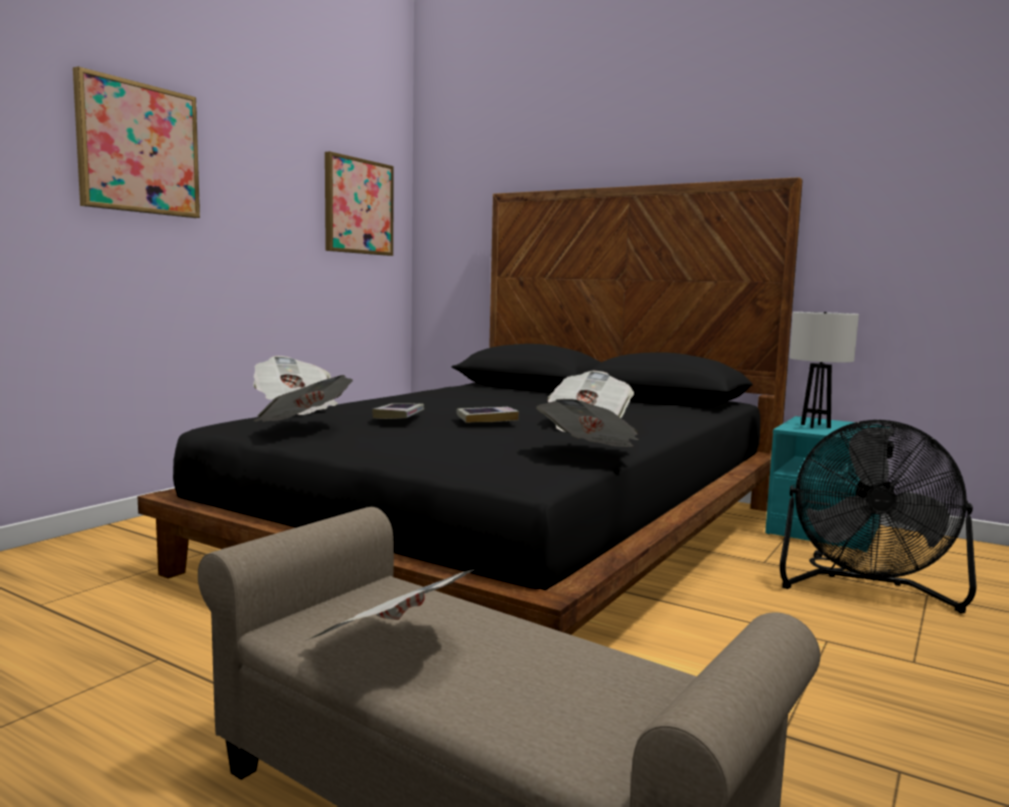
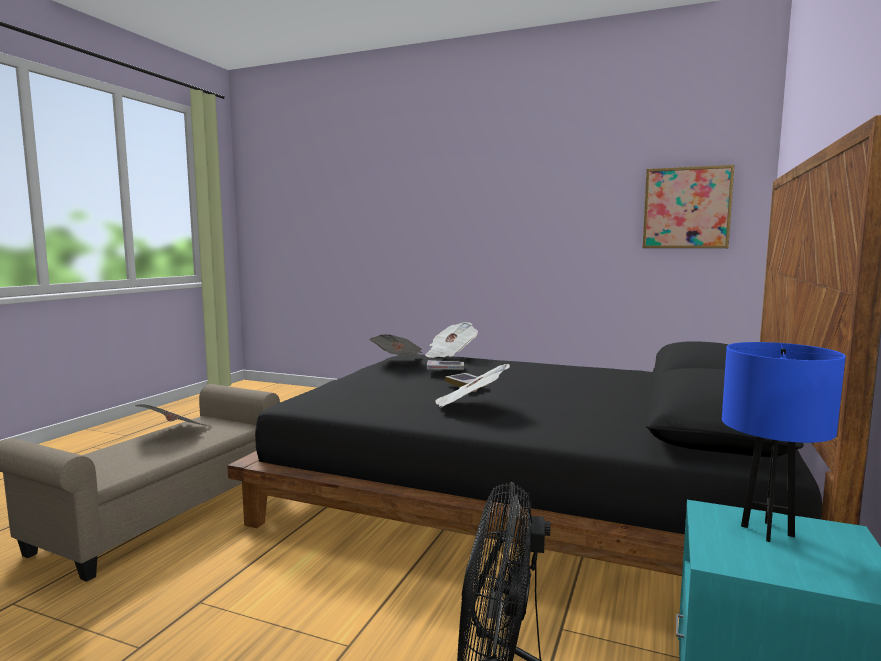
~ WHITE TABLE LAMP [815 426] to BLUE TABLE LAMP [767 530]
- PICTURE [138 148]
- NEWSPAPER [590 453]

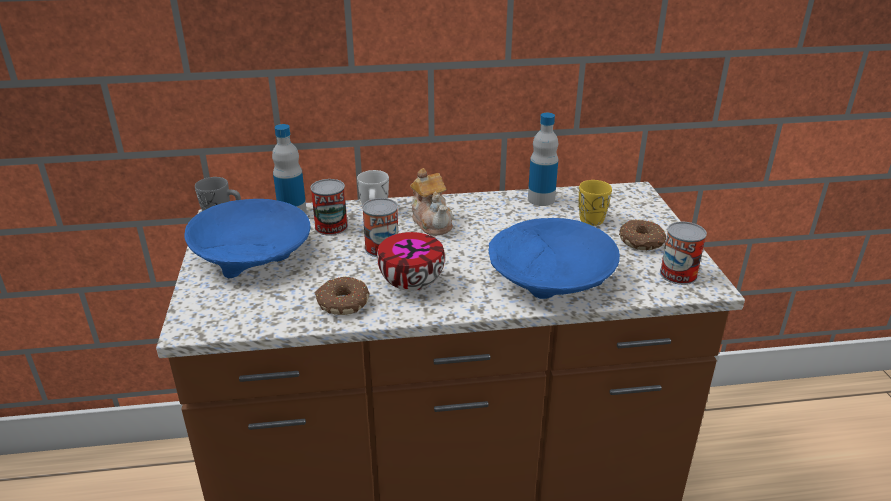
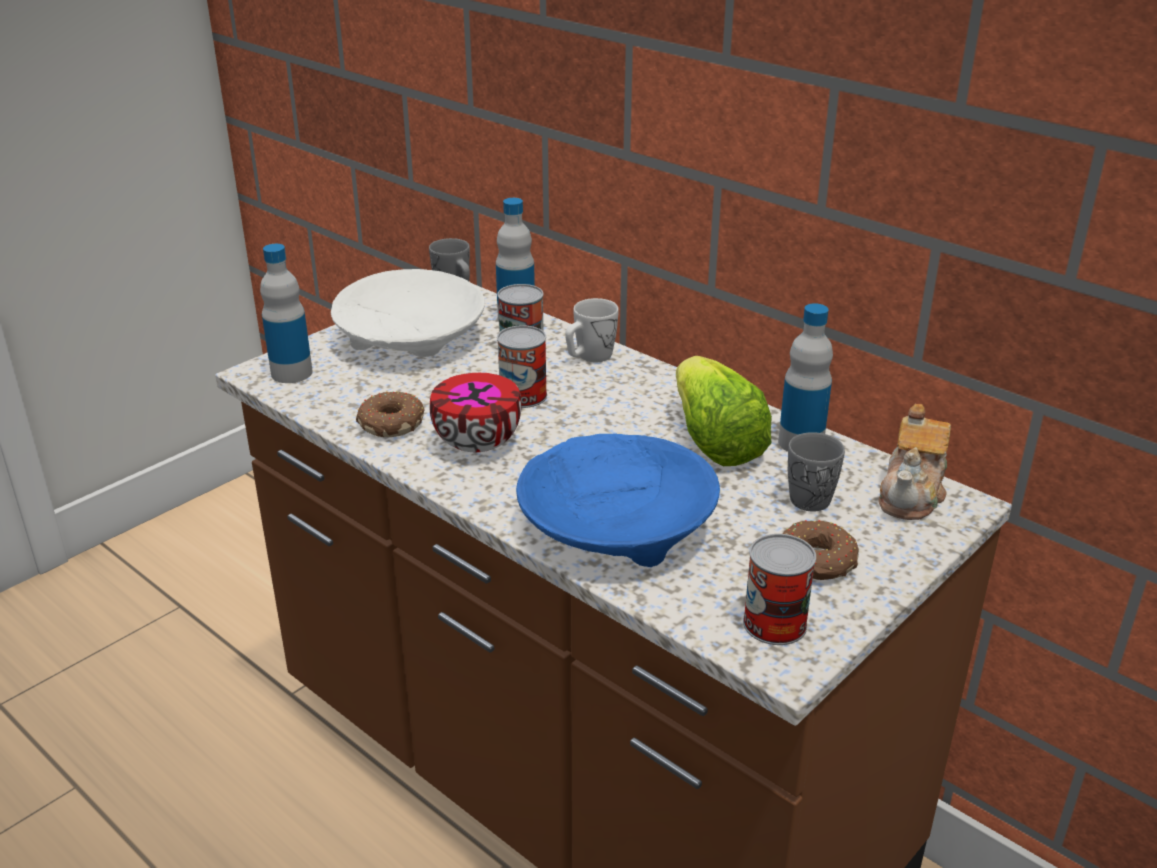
+ BOTTLE [291 373]
~ BLUE BOWL [252 254] to WHITE BOWL [412 338]
+ LETTUCE [714 441]
~ YELLOW MUG [589 217] to GREY MUG [814 496]
~ TEAPOT [432 222] to [912 495]

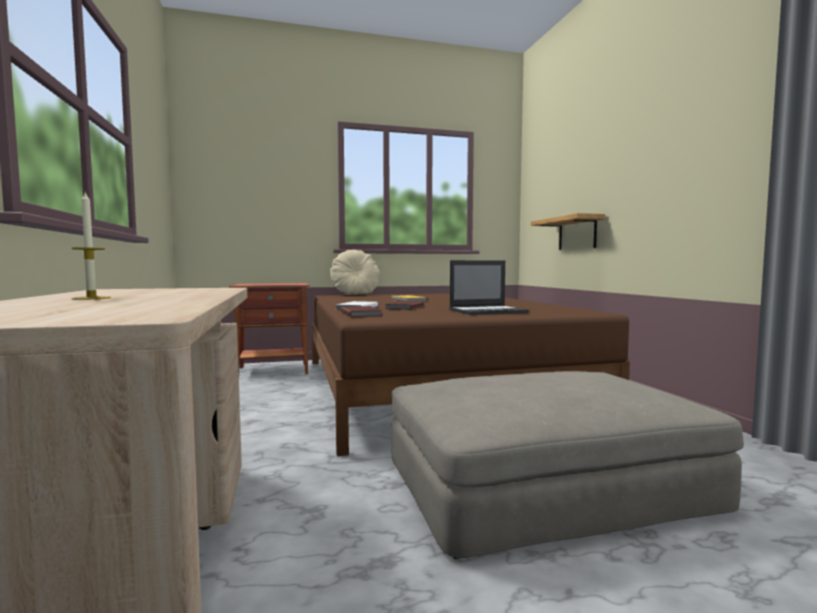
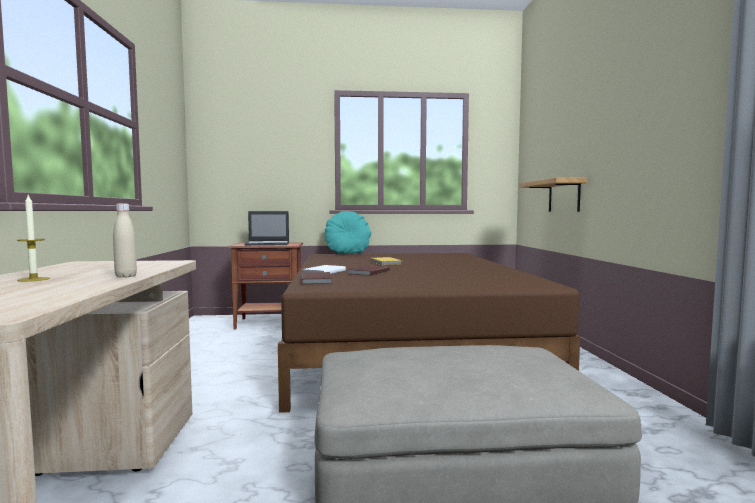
+ BEIGE BOTTLE [126 276]
~ LAPTOP [488 311] to [268 244]
~ BEIGE PILLOW [355 294] to TURQUOISE PILLOW [347 253]

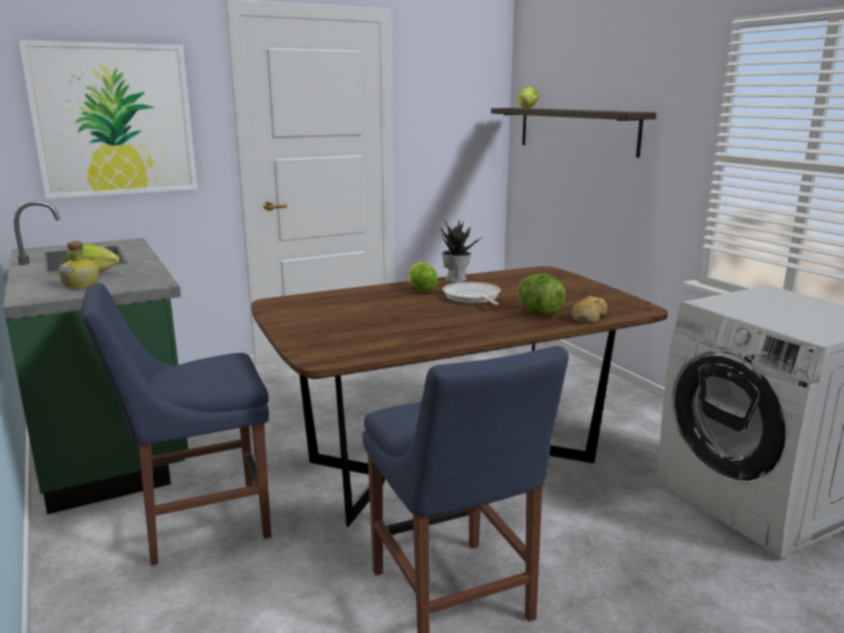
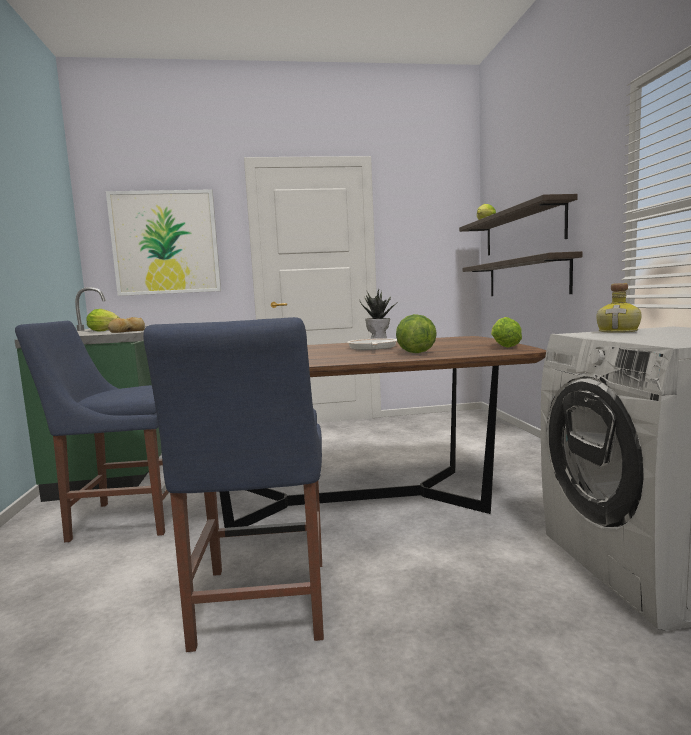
~ BREAD [588 318] to [126 331]
+ SHELF [526 277]
~ LETTUCE [420 289] to [503 346]
~ BOTTLE [82 284] to [619 331]

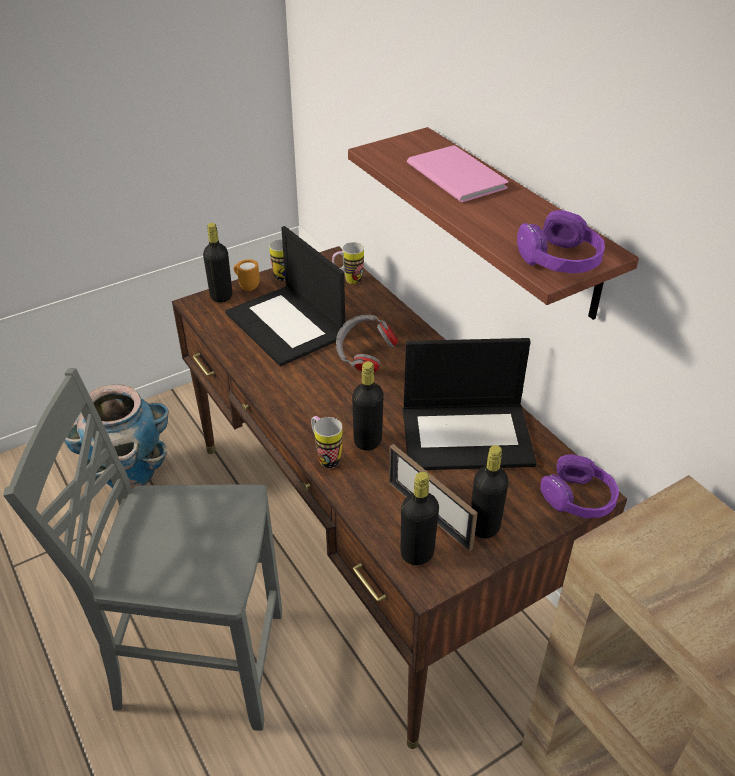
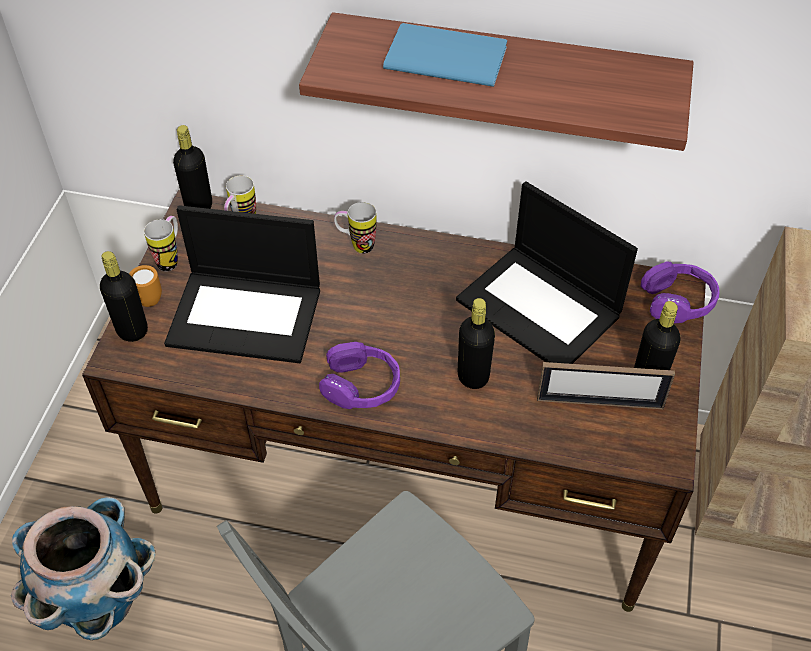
~ BLACK BOTTLE [417 553] to [199 206]
~ PURPLE HEADPHONES [559 260] to [361 385]
~ MUG [325 457] to [356 245]
~ PINK BOOK [457 174] to BLUE BOOK [443 55]
~ LAPTOP [468 435] = [541 308] 90 degrees clockwise
- GREY HEADPHONES [364 358]

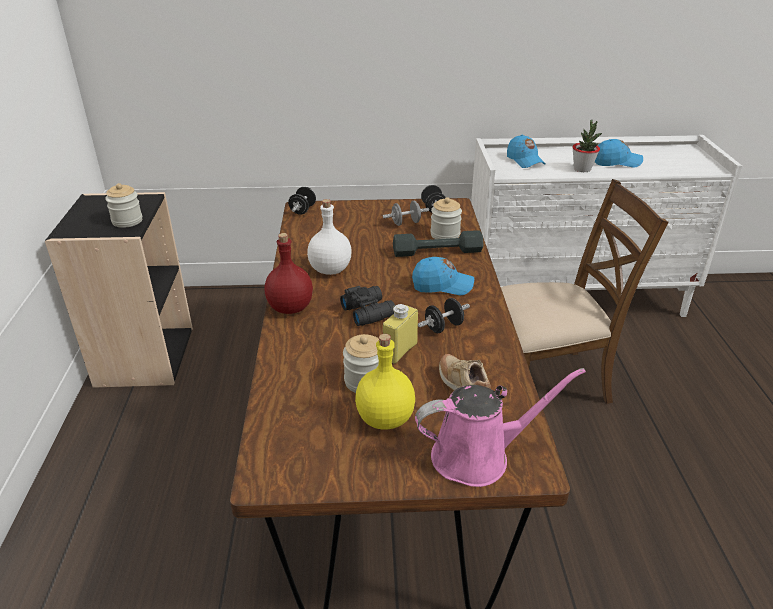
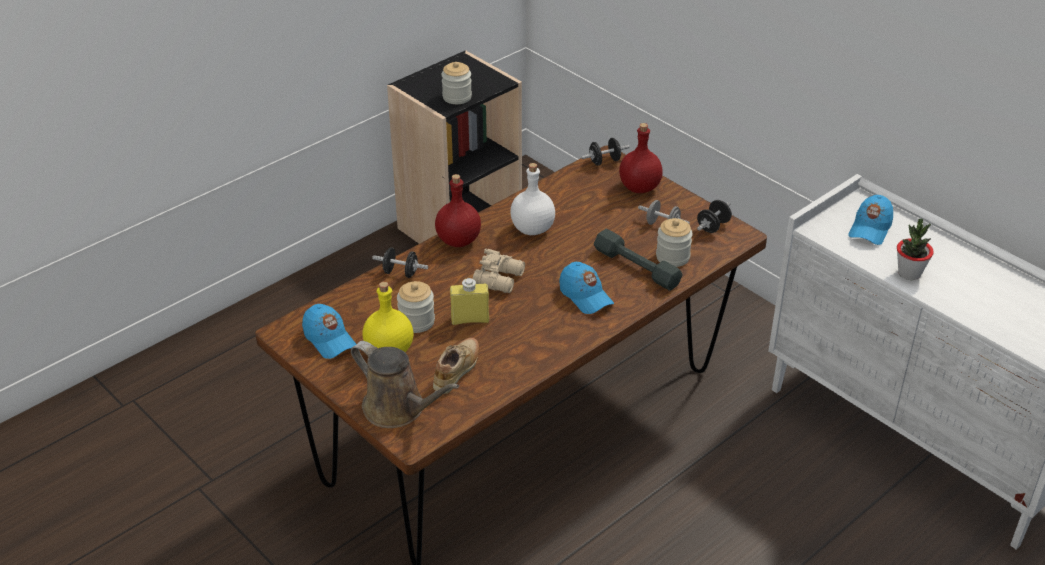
~ BLUE CAP [617 162] to [329 339]
~ PINK WATERING CAN [478 456] to BROWN WATERING CAN [398 409]
~ BLACK DUMBBELL [443 327] to [400 273]
~ BLACK BINOCULARS [368 311] to BEIGE BINOCULARS [500 278]
+ RED BOTTLE [638 187]
- BROWN CHAIR [546 382]

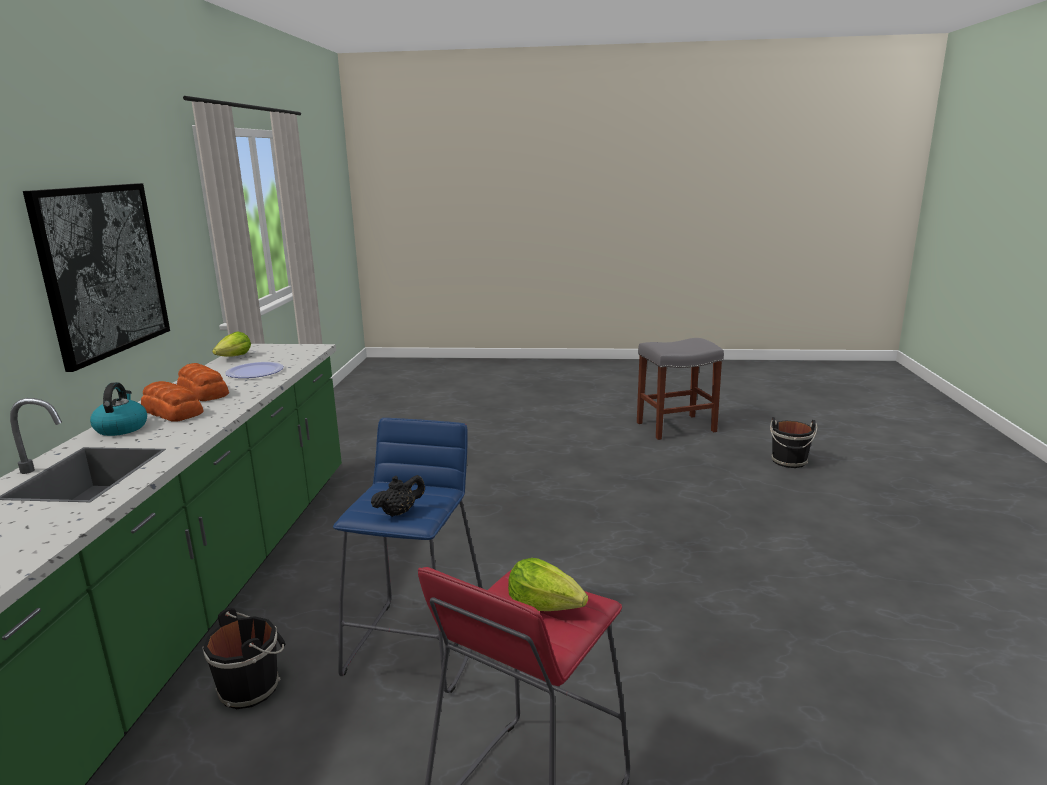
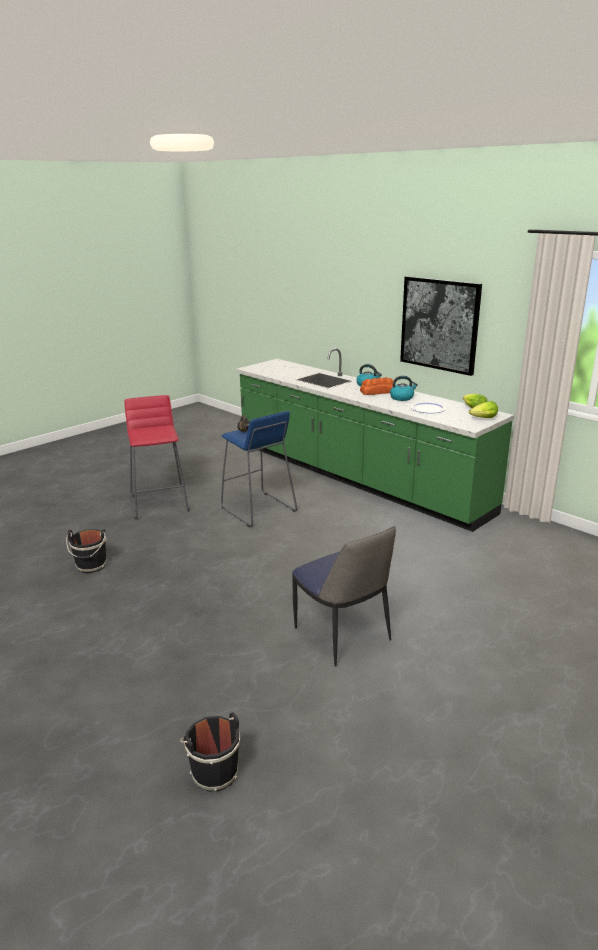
~ BLACK BUCKET [252 687] to [91 566]
+ CHAIR [343 636]
~ BREAD [203 392] to KETTLE [402 398]
~ LETTUCE [545 605] to [484 418]
- GREY STOOL [676 427]

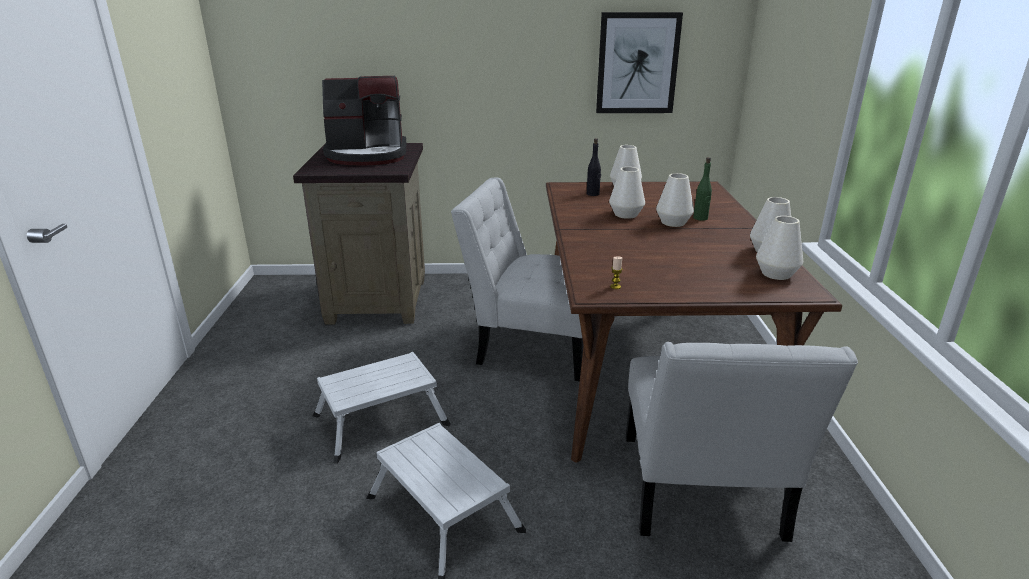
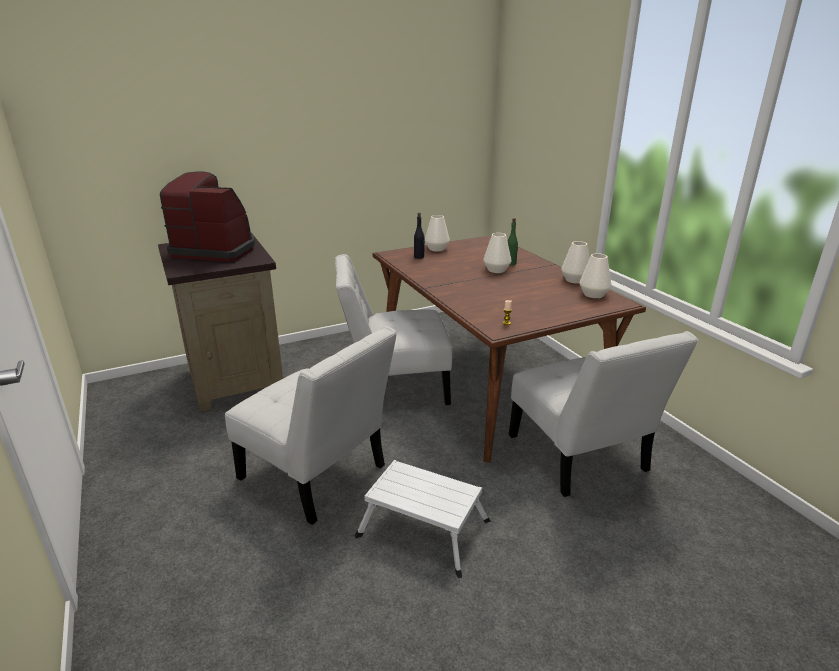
~ COFFEE MACHINE [367 155] = [216 250] 135 degrees counterclockwise
~ WHITE STEP LADDER [380 420] to WHITE CHAIR [317 476]
- PICTURE [637 63]
- WHITE VASE [626 214]

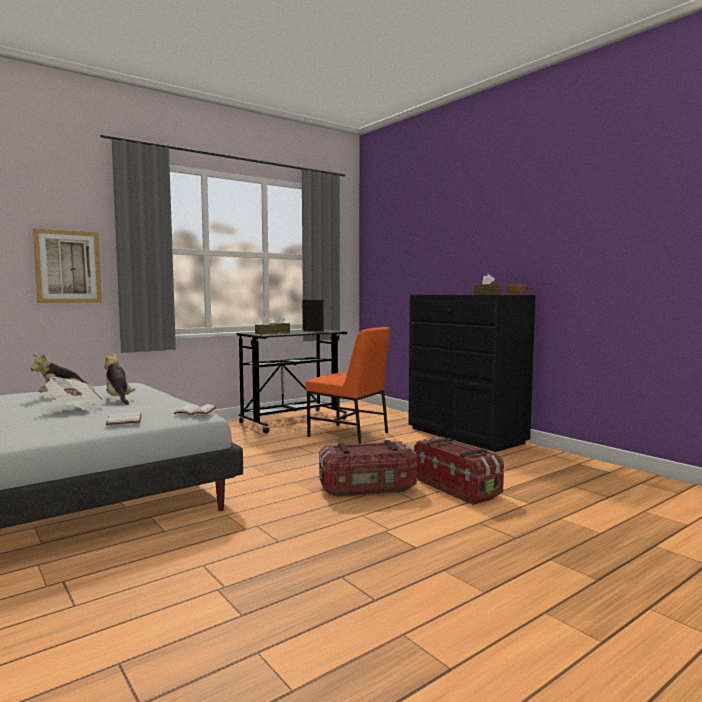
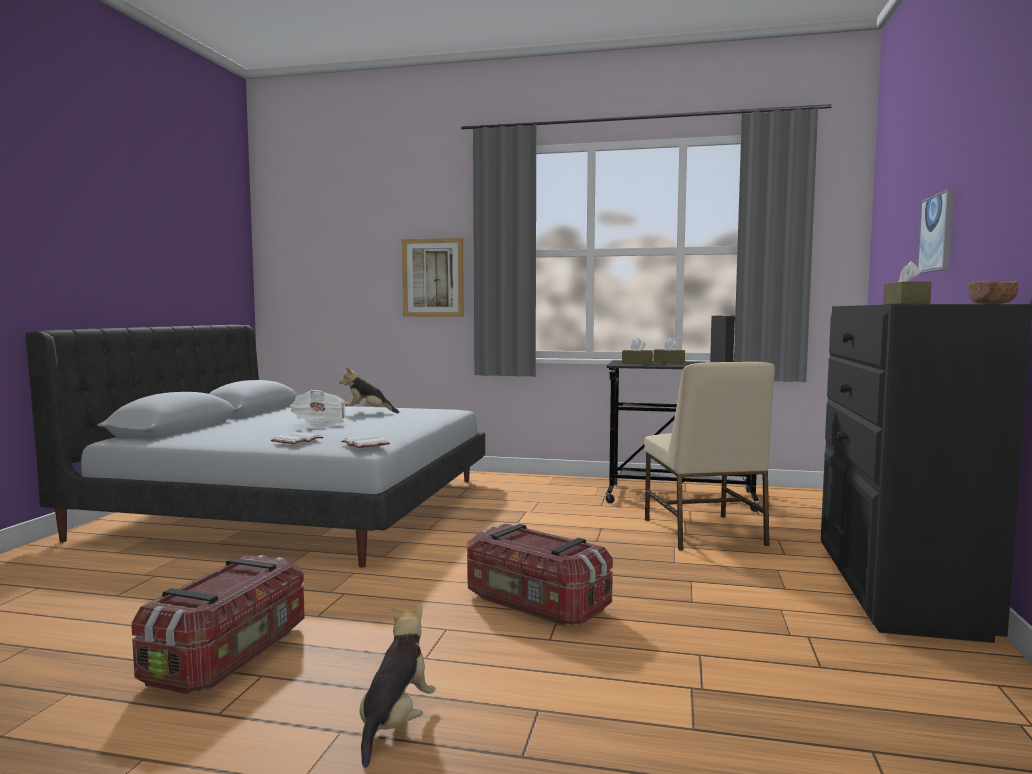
~ STORAGE BOX [457 488] to [230 654]
~ PLUSH TOY [118 399] to [396 723]
~ ORANGE CHAIR [349 435] to BEIGE CHAIR [703 533]
+ PICTURE [937 233]

